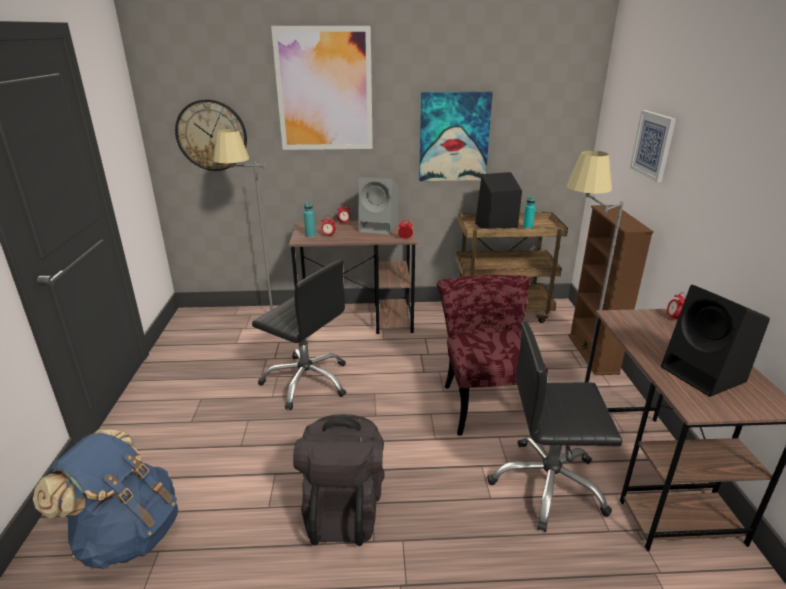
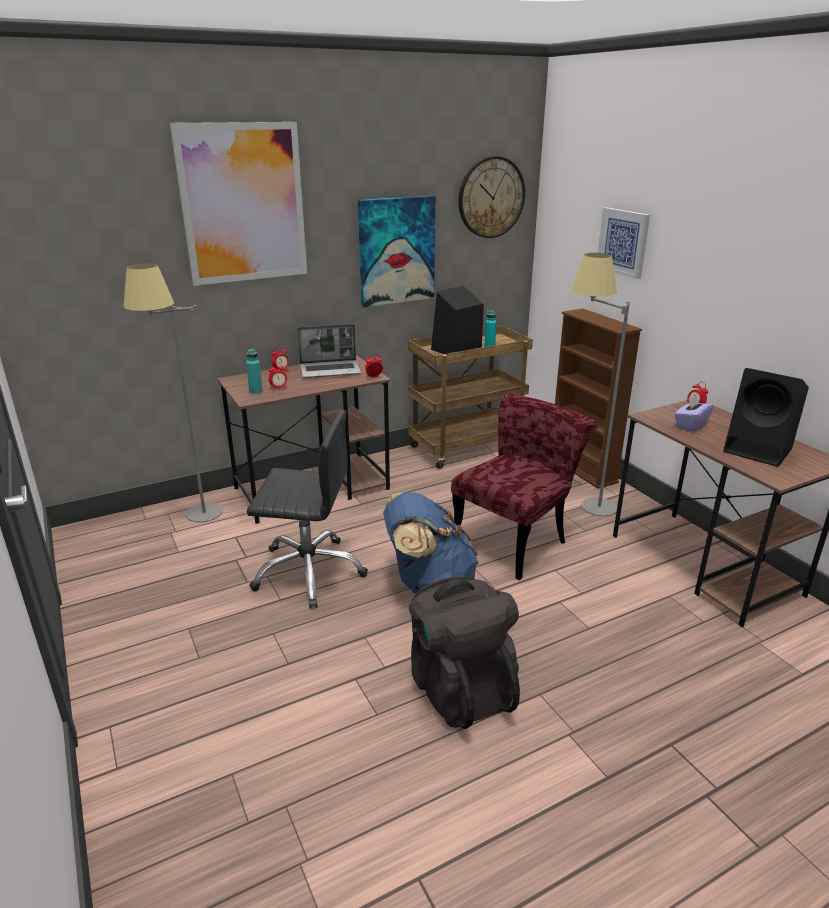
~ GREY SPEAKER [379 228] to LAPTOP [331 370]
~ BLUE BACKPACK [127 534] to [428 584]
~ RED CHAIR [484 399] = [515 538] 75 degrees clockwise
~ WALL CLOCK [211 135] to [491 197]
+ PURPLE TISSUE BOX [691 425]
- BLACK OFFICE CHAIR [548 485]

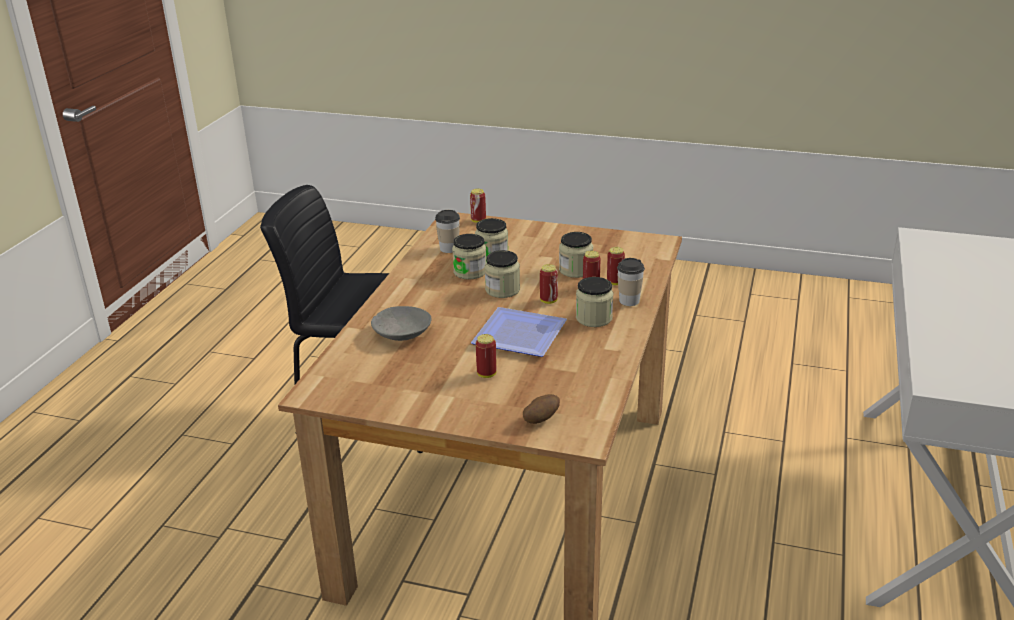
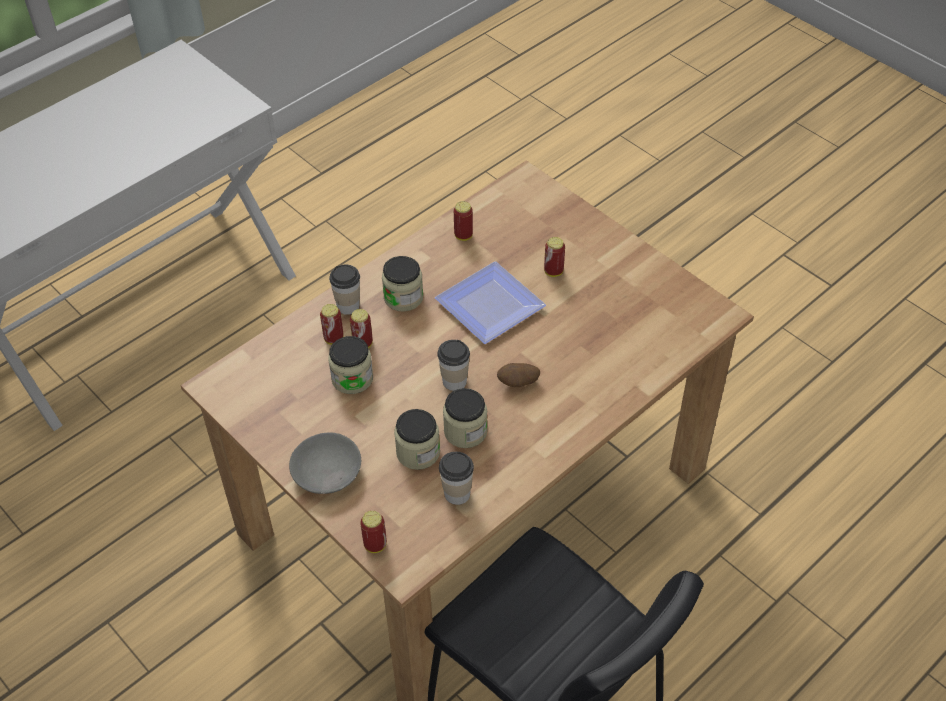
~ GREY BOWL [402 333] to [327 473]
~ JAR [502 290] to CUP [454 381]
~ CAN [548 301] to [463 236]
~ POTATO [541 419] to [518 383]

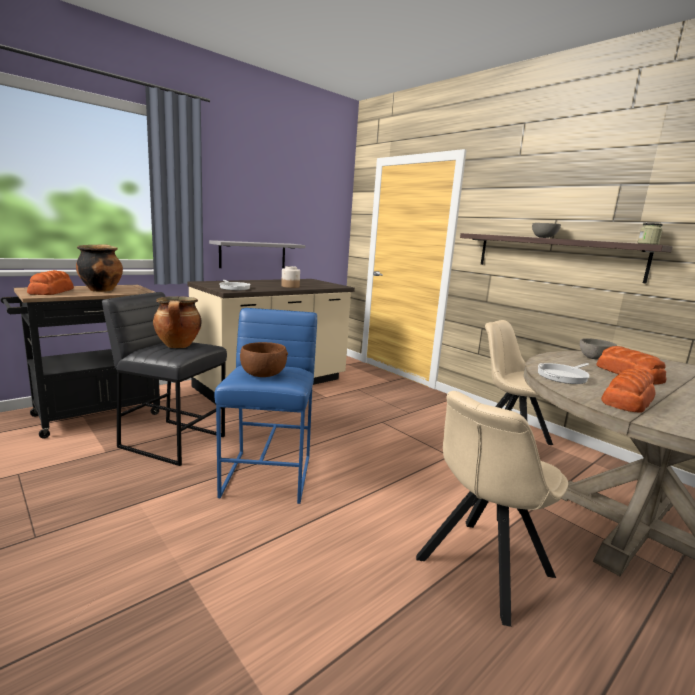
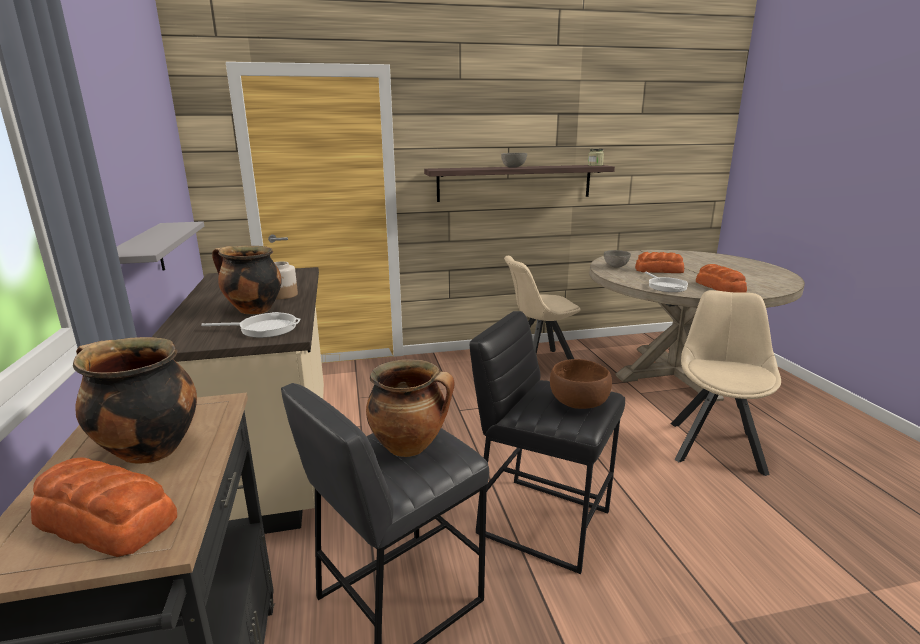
+ COOKING POT [252 310]
~ BLUE STOOL [268 475] to BLACK STOOL [541 521]
~ BEIGE CHAIR [482 568] = [715 446] 150 degrees counterclockwise

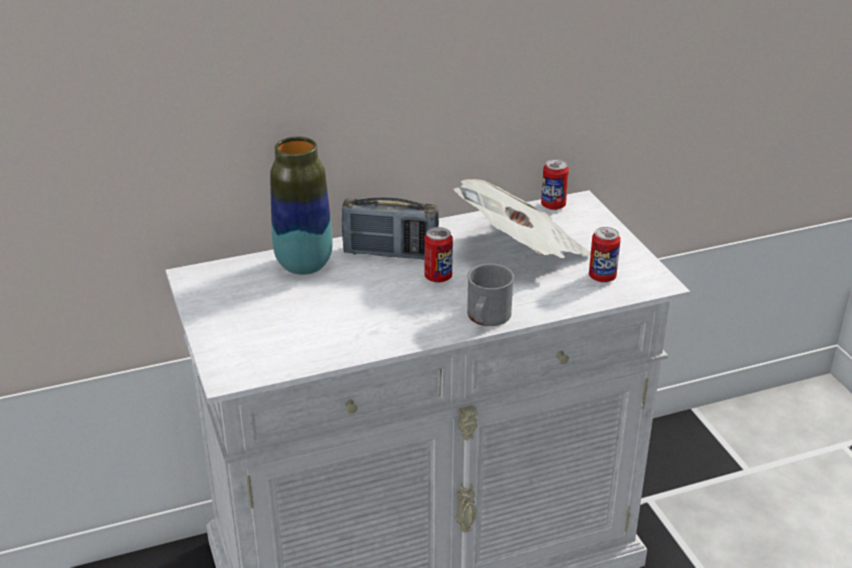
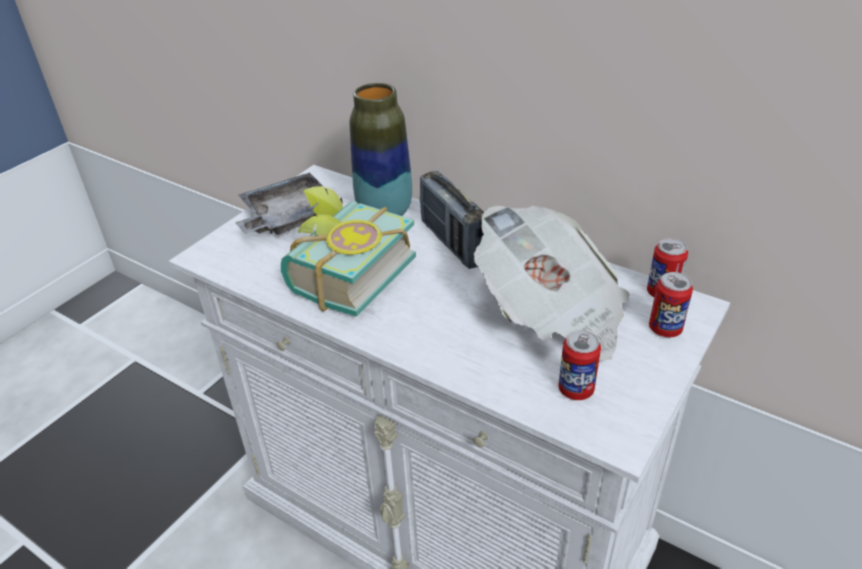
+ GREY TRAY [289 218]
+ BOOK [342 274]
~ CAN [438 277] to [665 329]
- GREY MUG [486 318]

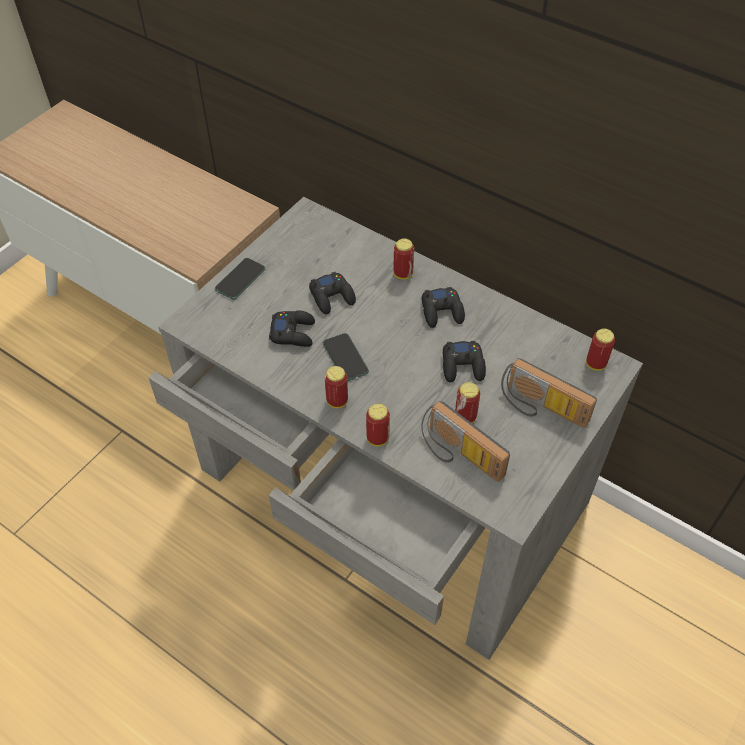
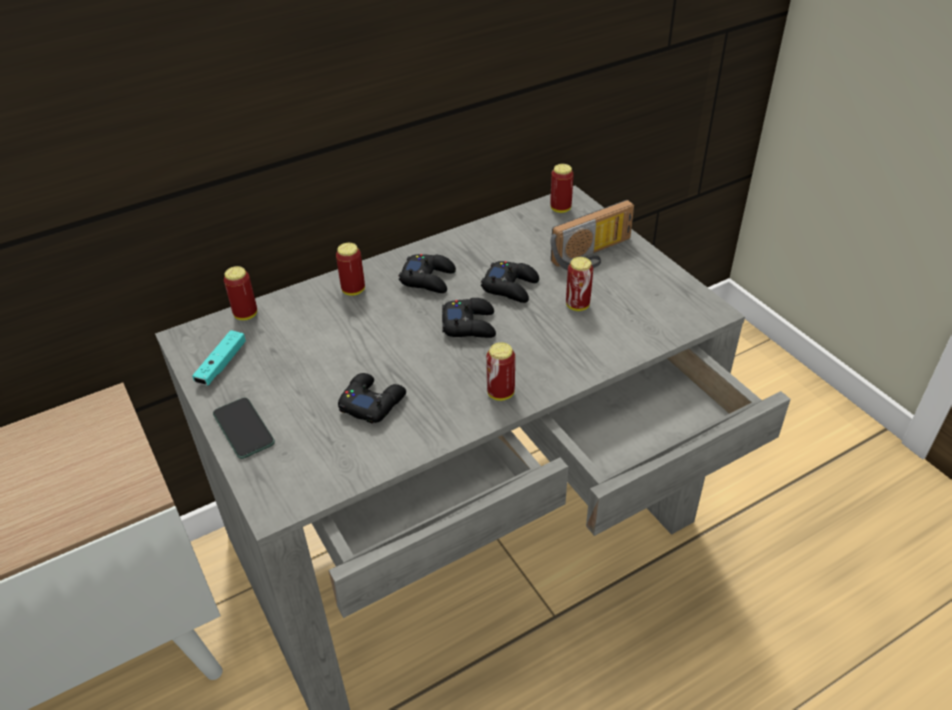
+ TURQUOISE GAME CONTROLLER [221 364]
~ CAN [377 438] to [246 314]
~ BLACK GAME CONTROLLER [332 297] to [469 325]
- PHONE [345 358]
- RADIO [458 455]

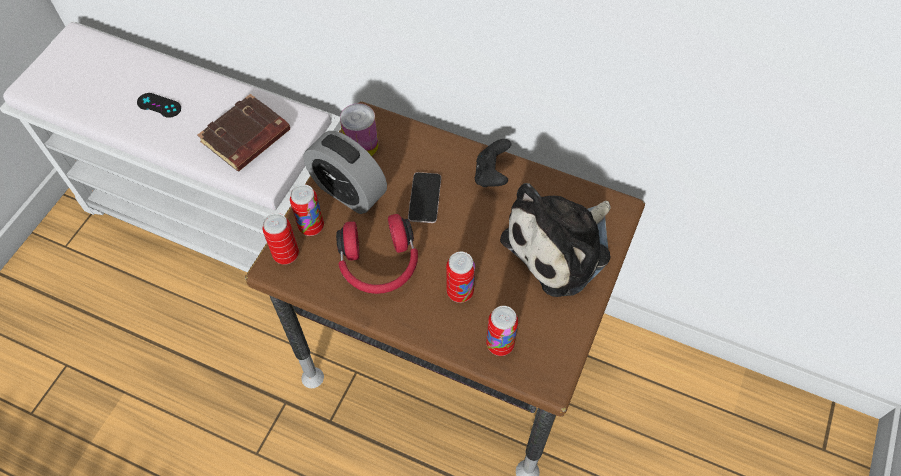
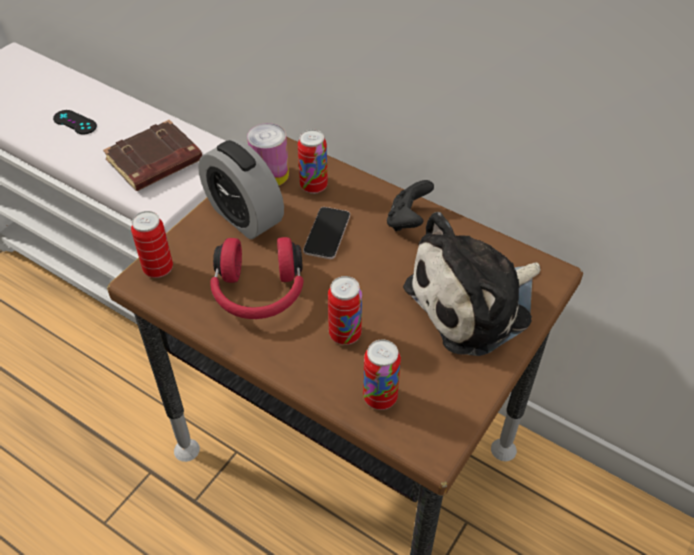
~ CAN [311 226] to [313 186]

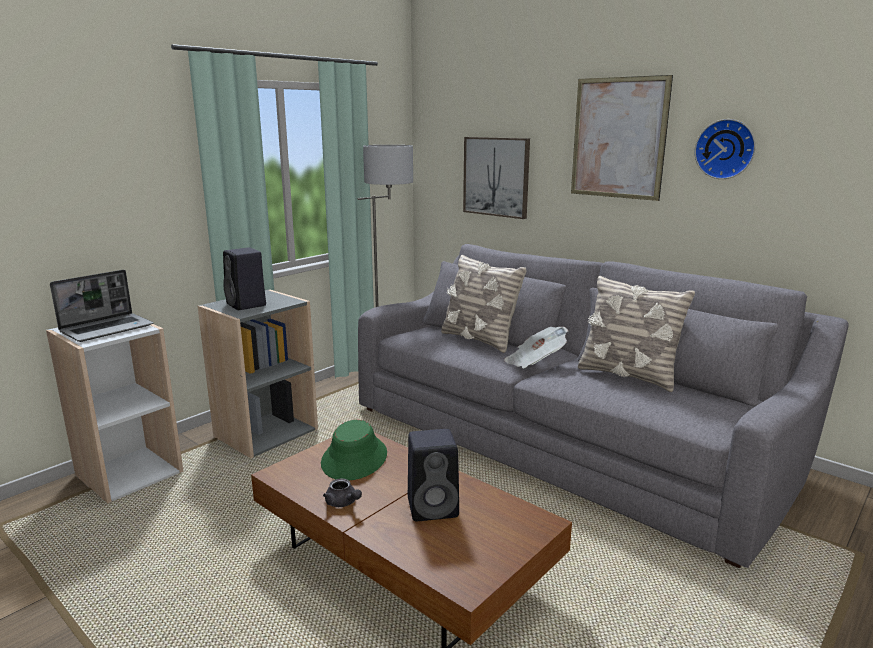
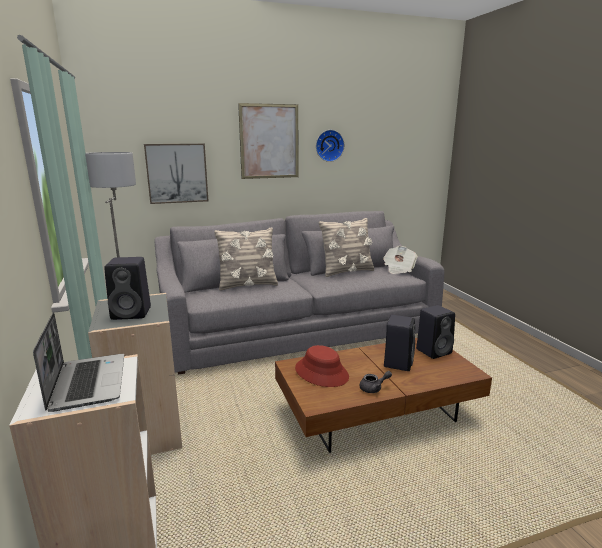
~ GREEN HAT [354 458] to RED HAT [321 372]
~ NEWSPAPER [535 362] to [398 269]
+ BLACK SPEAKER [434 351]

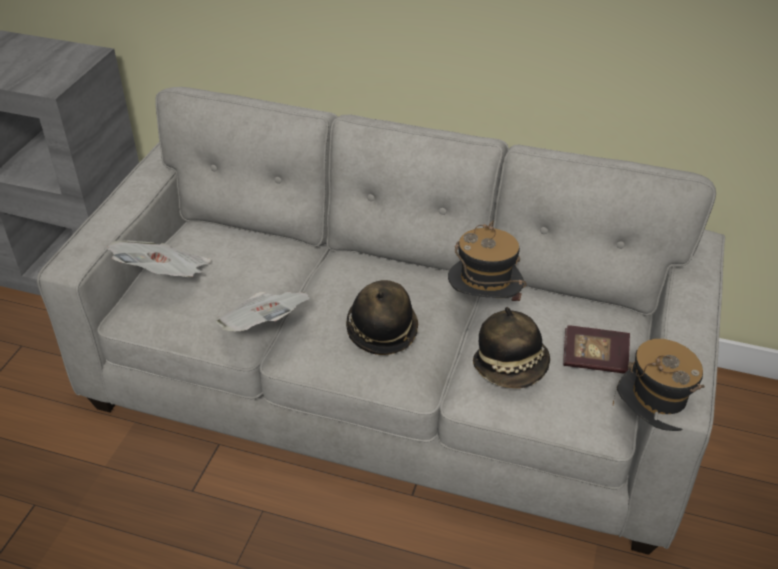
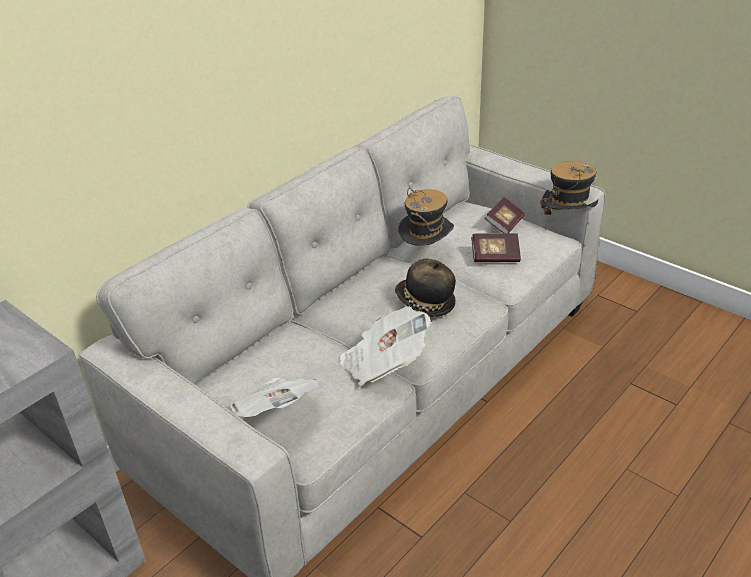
~ HAT [511 367] to BOOK [495 256]

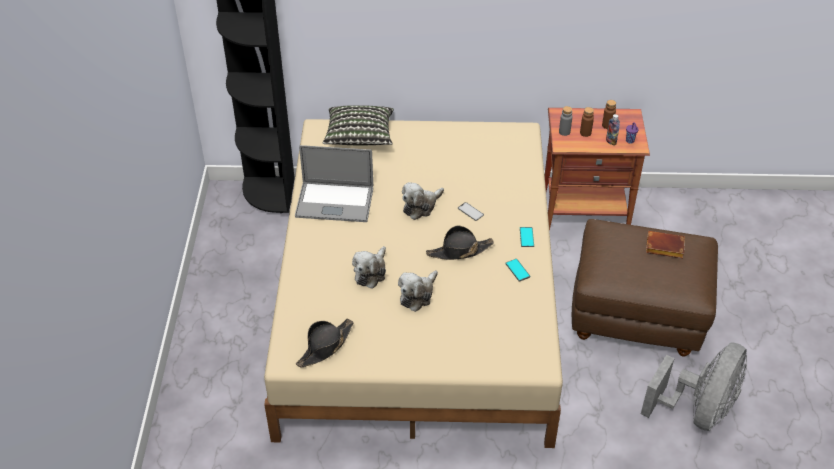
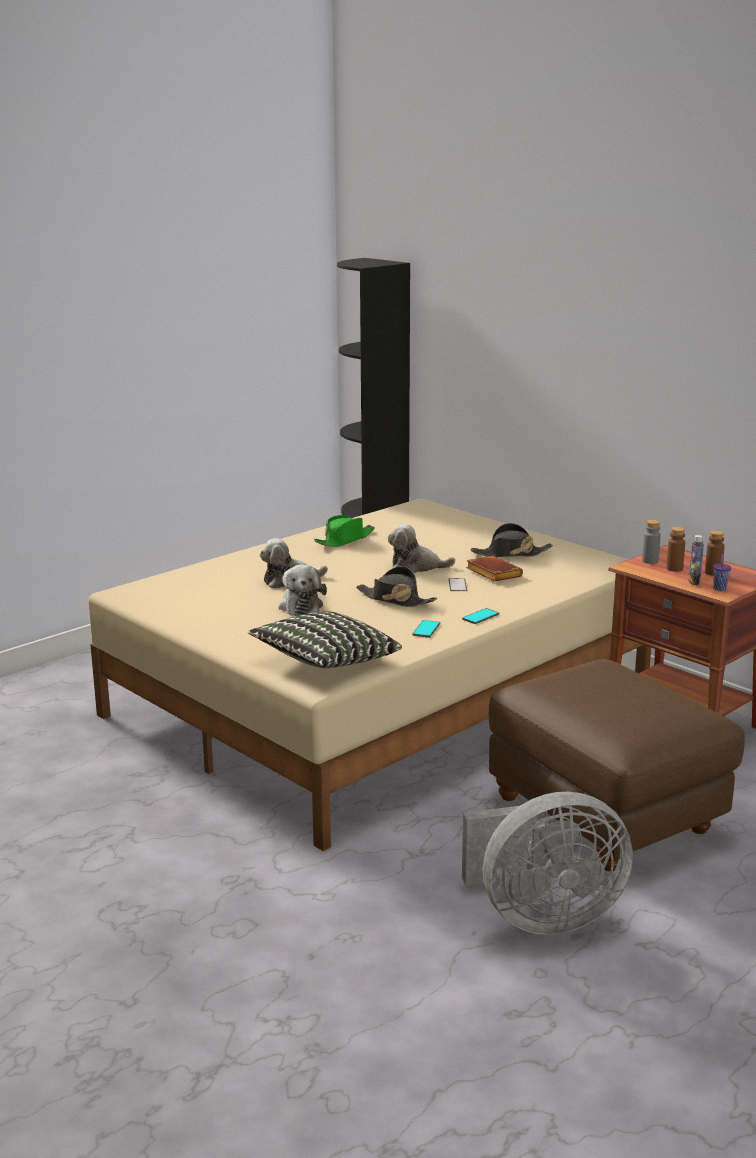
~ PILLOW [359 137] to [325 662]
~ PLUSH TOY [417 295] = [301 606] 90 degrees counterclockwise
~ LAPTOP [334 202] to GREEN HAT [345 540]
~ BROWN BOOK [663 248] to [491 573]
~ BLACK HAT [325 346] to [511 554]

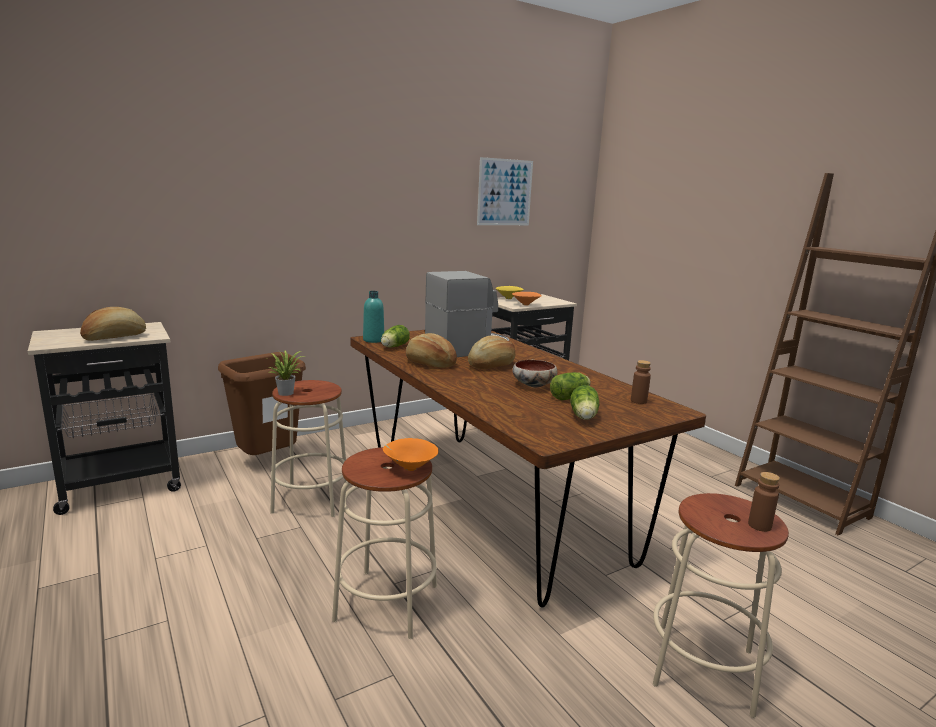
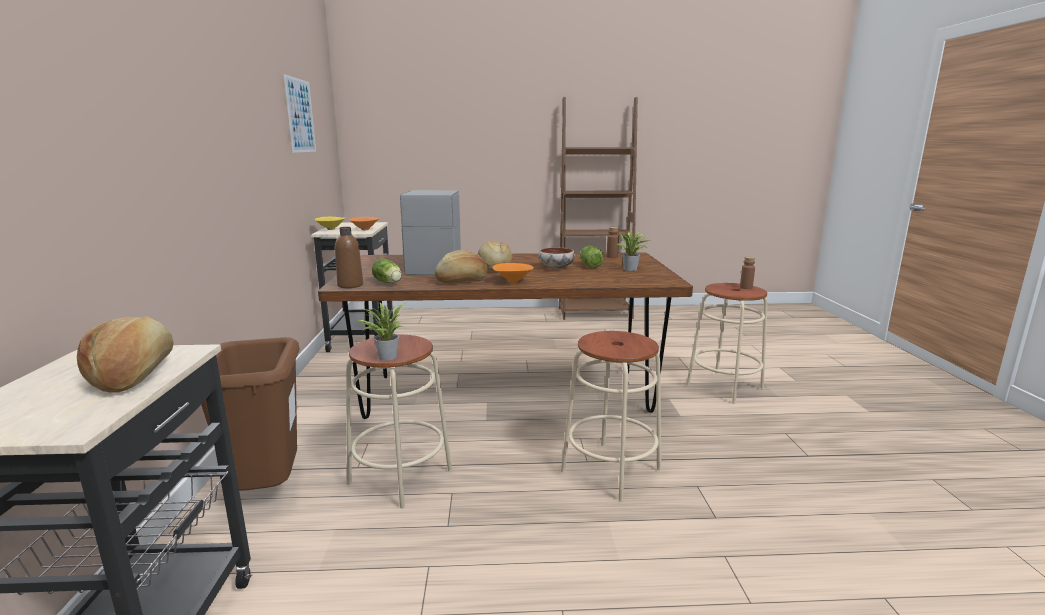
~ TURQUOISE BOTTLE [373 340] to BROWN BOTTLE [350 285]
~ ORANGE BOWL [409 468] to [512 282]
~ LETTUCE [583 417] to POTTED PLANT [632 269]

